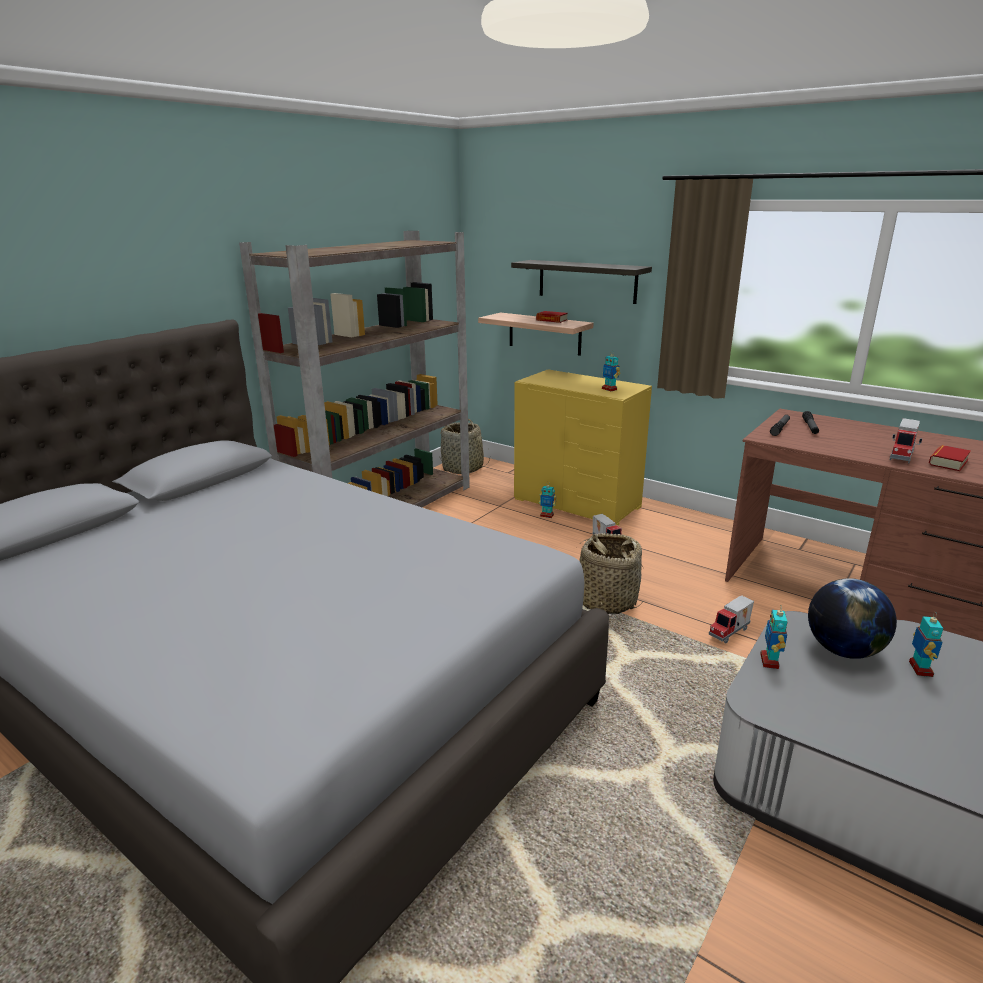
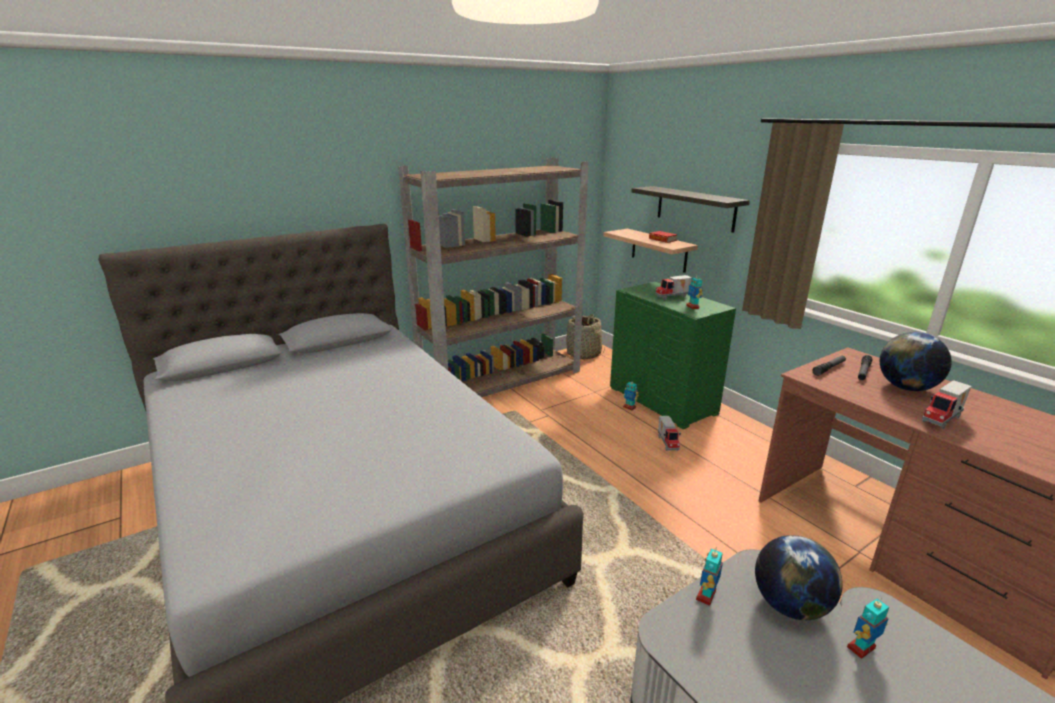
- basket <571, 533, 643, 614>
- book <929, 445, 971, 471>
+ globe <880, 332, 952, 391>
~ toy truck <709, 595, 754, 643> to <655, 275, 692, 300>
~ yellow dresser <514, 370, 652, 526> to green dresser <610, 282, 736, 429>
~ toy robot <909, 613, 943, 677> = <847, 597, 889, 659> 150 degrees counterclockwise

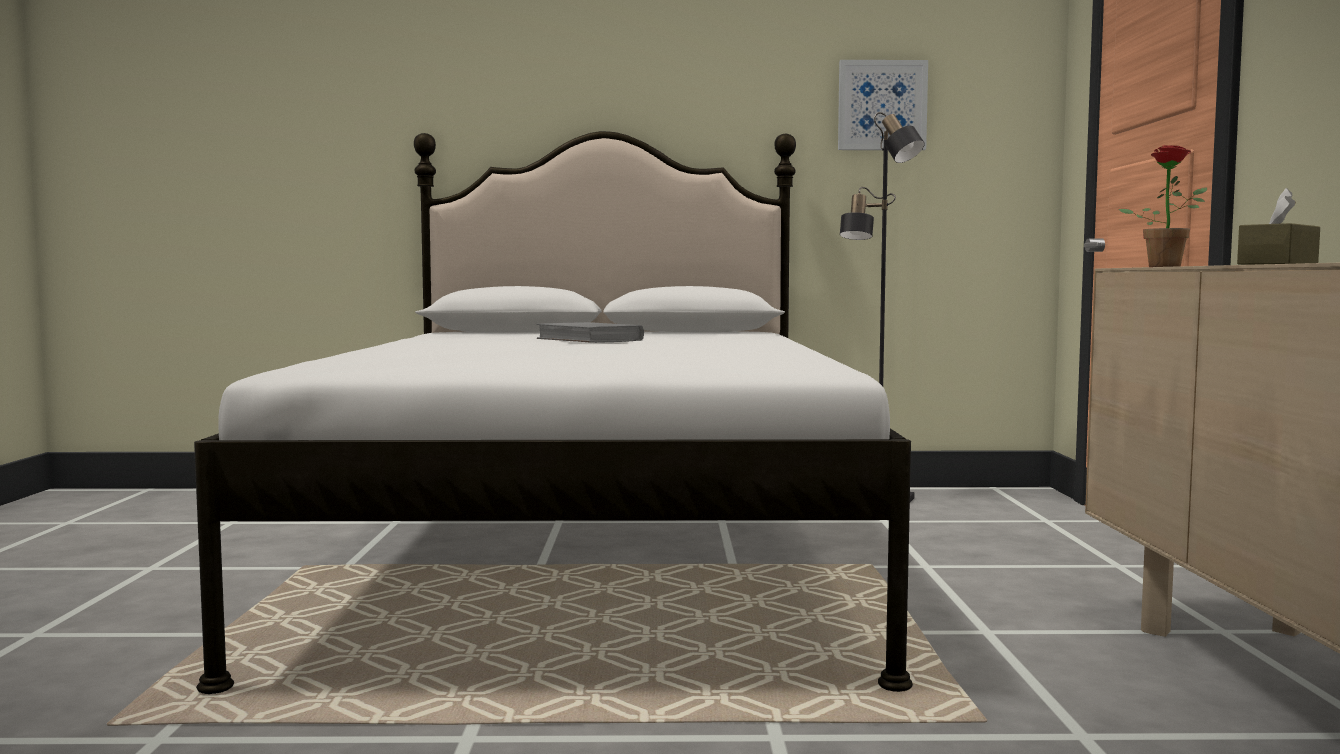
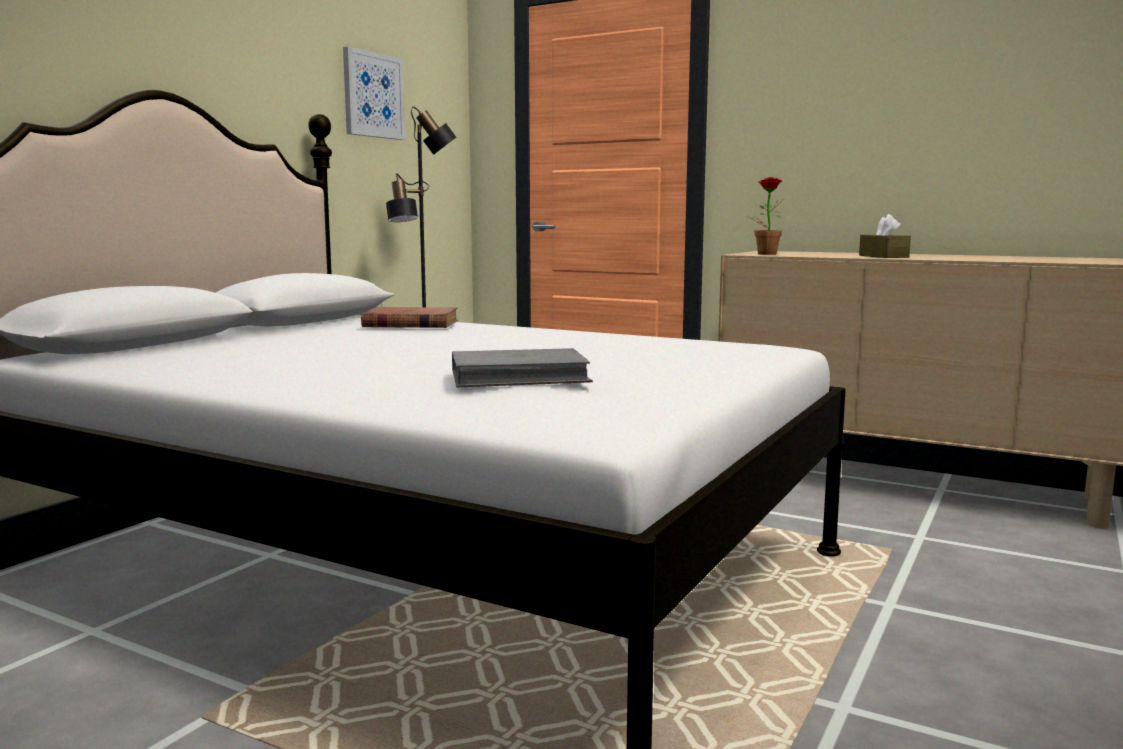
+ brown book <361, 307, 458, 328>
~ grey book <537, 322, 644, 343> to <452, 348, 593, 387>

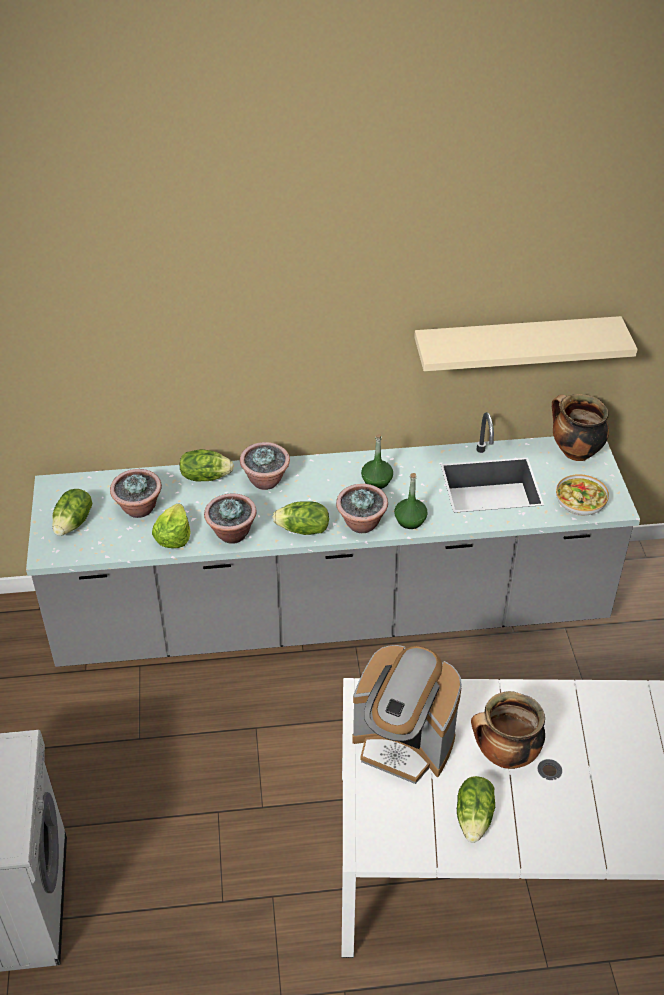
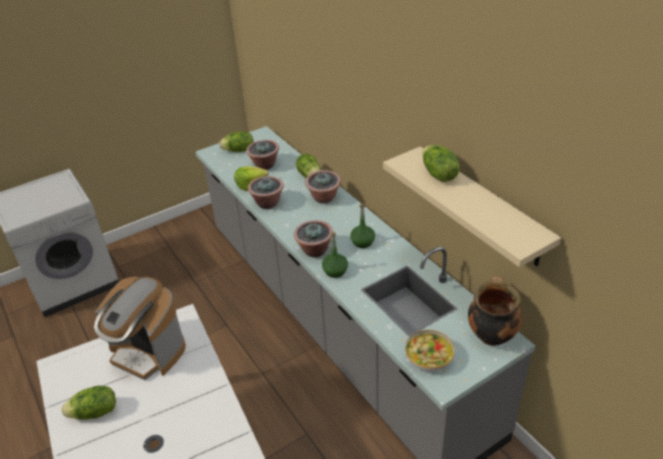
- cooking pot <471, 691, 545, 769>
~ lettuce <273, 501, 329, 535> to <422, 145, 460, 182>
~ coffee machine <352, 645, 462, 784> = <94, 277, 186, 380> 60 degrees counterclockwise

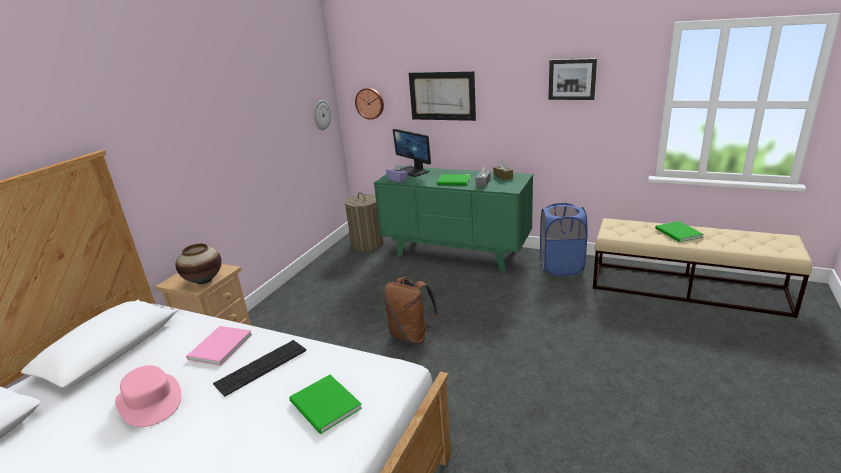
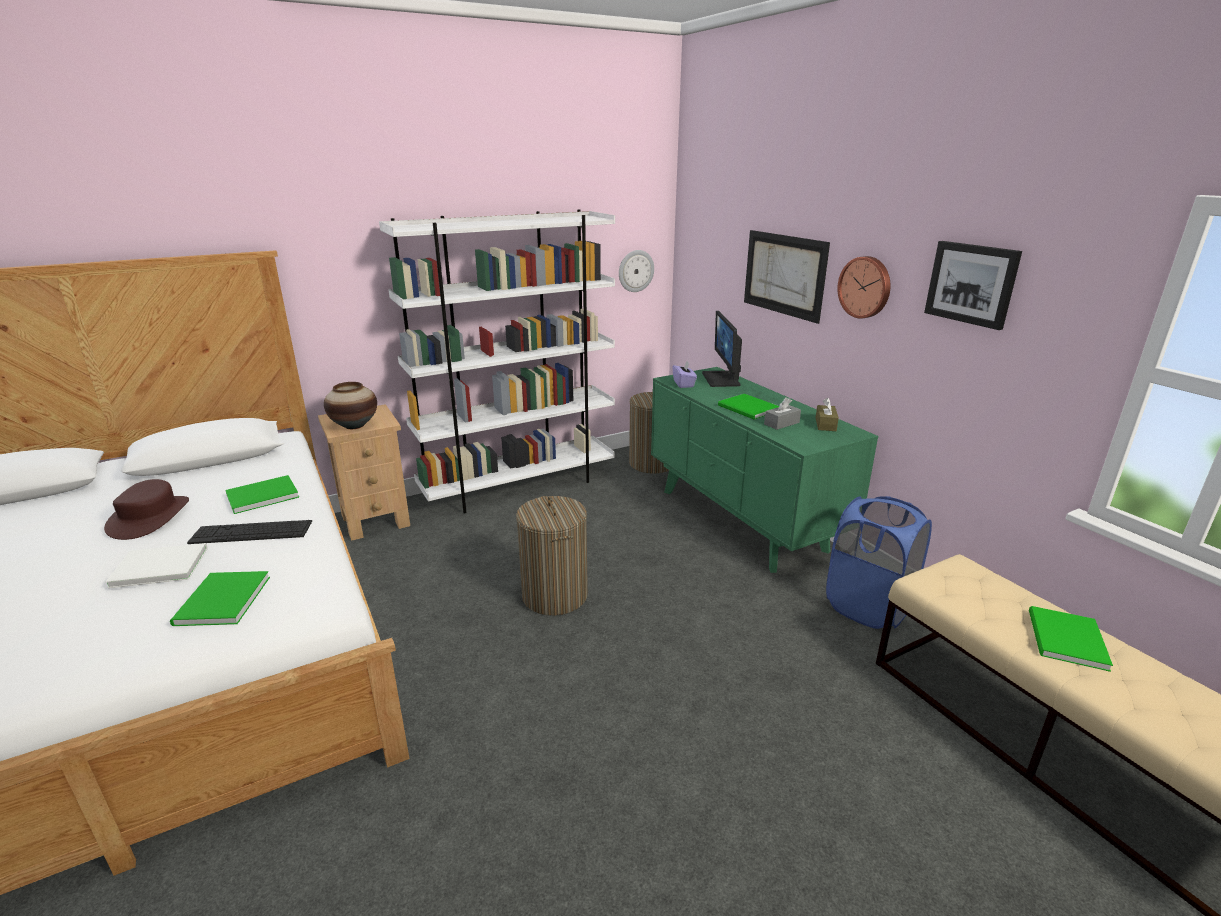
+ white book <105, 543, 207, 588>
+ white bookcase <379, 209, 615, 514>
~ wall clock <355, 88, 384, 120> to <837, 256, 891, 319>
~ brown backpack <384, 277, 439, 344> to laundry basket <516, 496, 588, 616>
~ pink hat <115, 365, 182, 427> to brown hat <104, 479, 189, 540>
~ pink book <186, 326, 252, 366> to green book <226, 475, 299, 514>

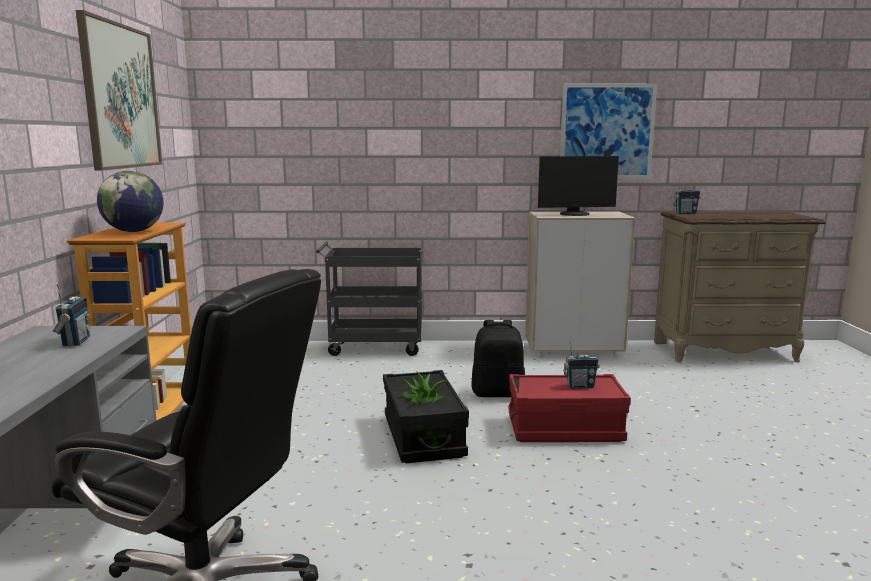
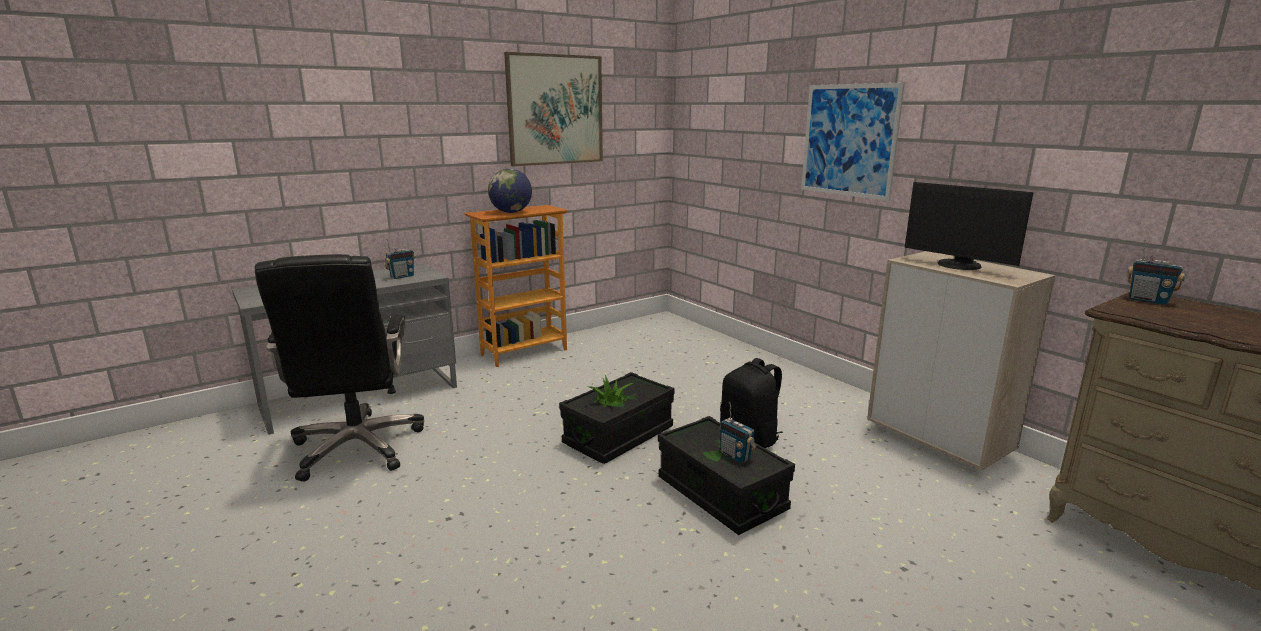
- grey cart <316, 241, 422, 356>
~ picture <560, 84, 657, 179> to <801, 82, 905, 201>
~ red storage box <508, 374, 631, 442> to black storage box <658, 416, 795, 535>

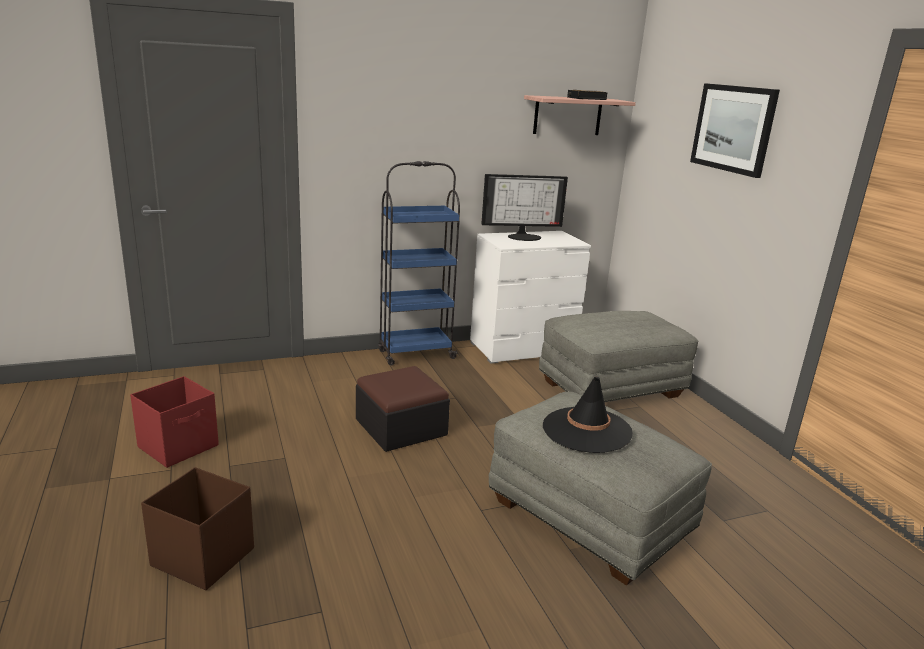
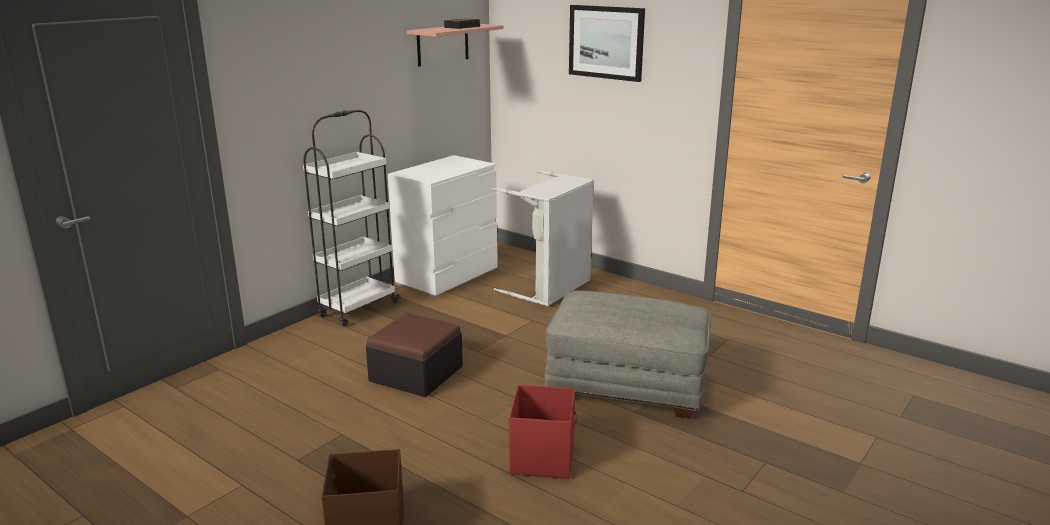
- monitor <481, 174, 568, 241>
- black hat <543, 377, 633, 453>
~ red storage box <130, 376, 219, 468> to <509, 385, 577, 479>
~ grey ottoman <539, 311, 698, 403> to grey laundry basket <492, 171, 594, 307>
~ blue cart <378, 161, 460, 365> to white cart <303, 110, 401, 326>

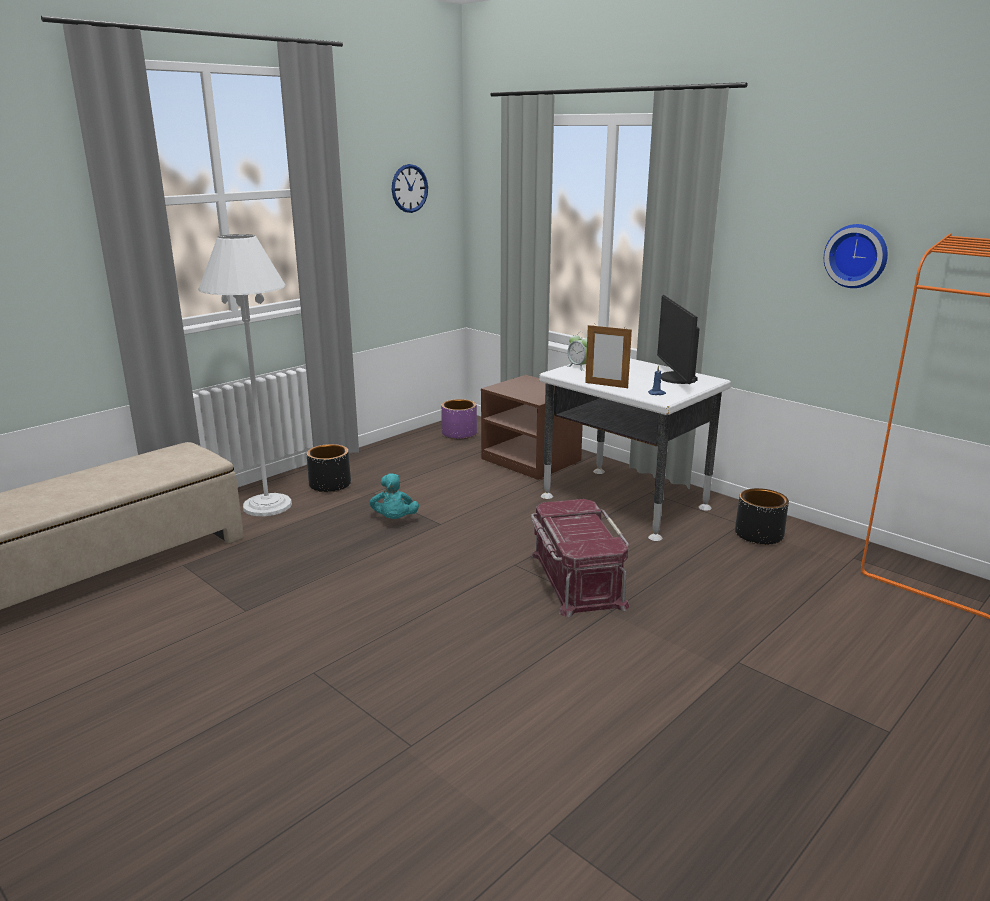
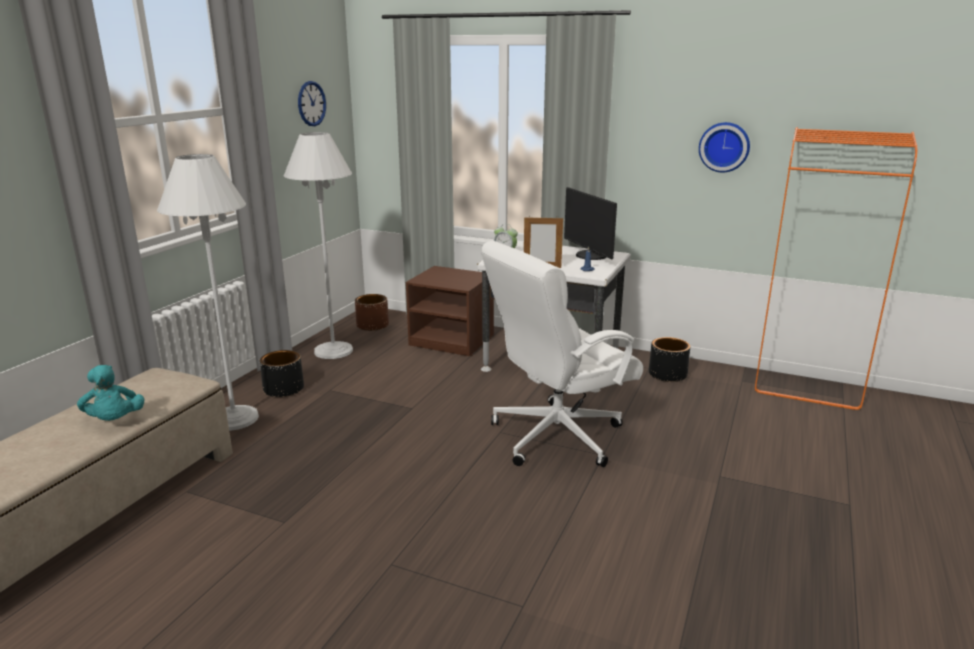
+ white floor lamp <284, 132, 353, 359>
~ turquoise plush toy <369, 473, 419, 519> to <77, 365, 145, 421>
~ red storage box <531, 499, 629, 617> to white office chair <481, 241, 643, 467>
~ purple planter <441, 399, 477, 439> to brown planter <355, 294, 389, 331>

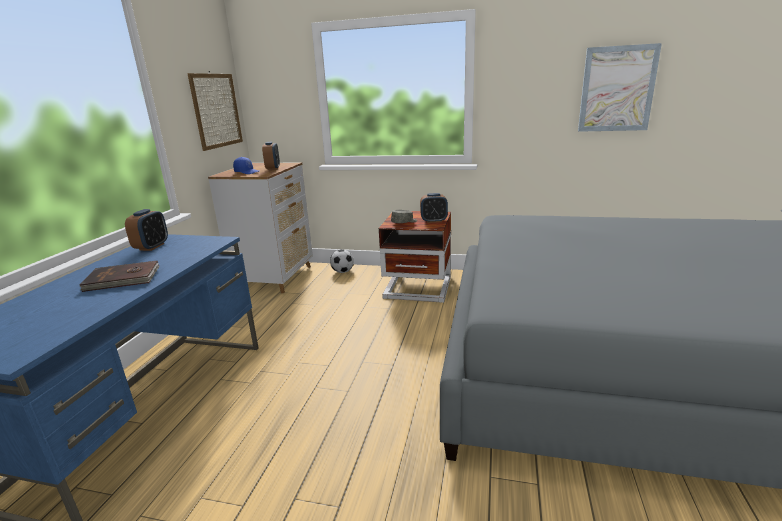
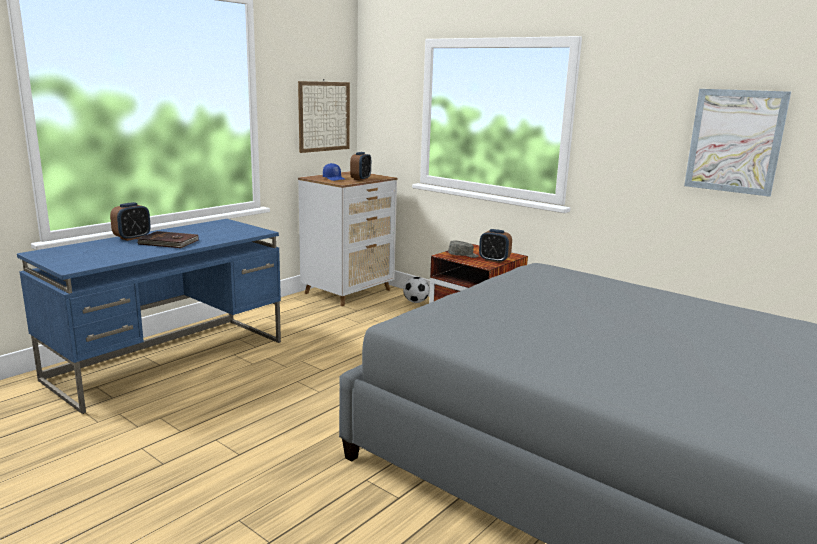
~ alarm clock <125, 209, 168, 251> to <110, 202, 151, 241>

